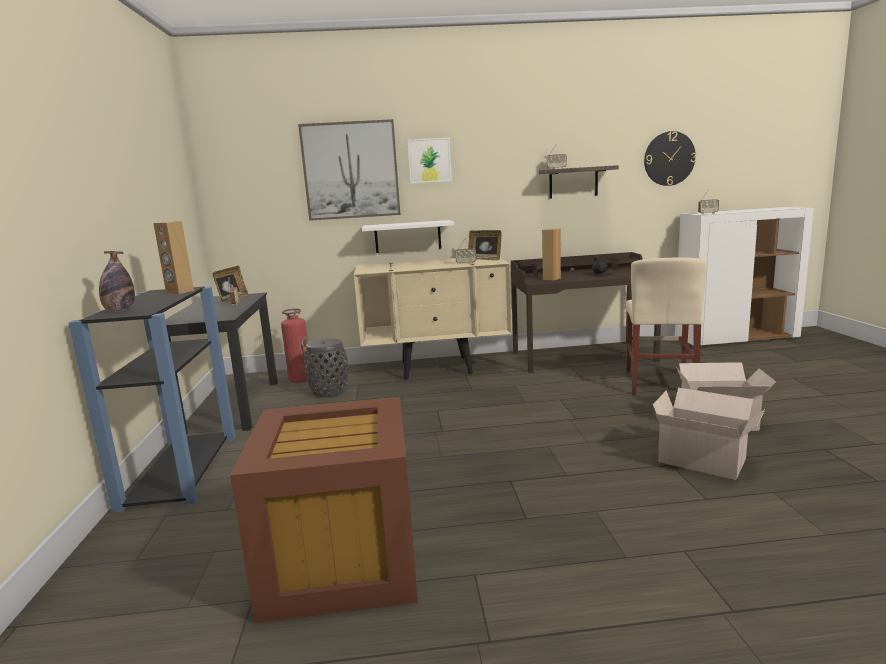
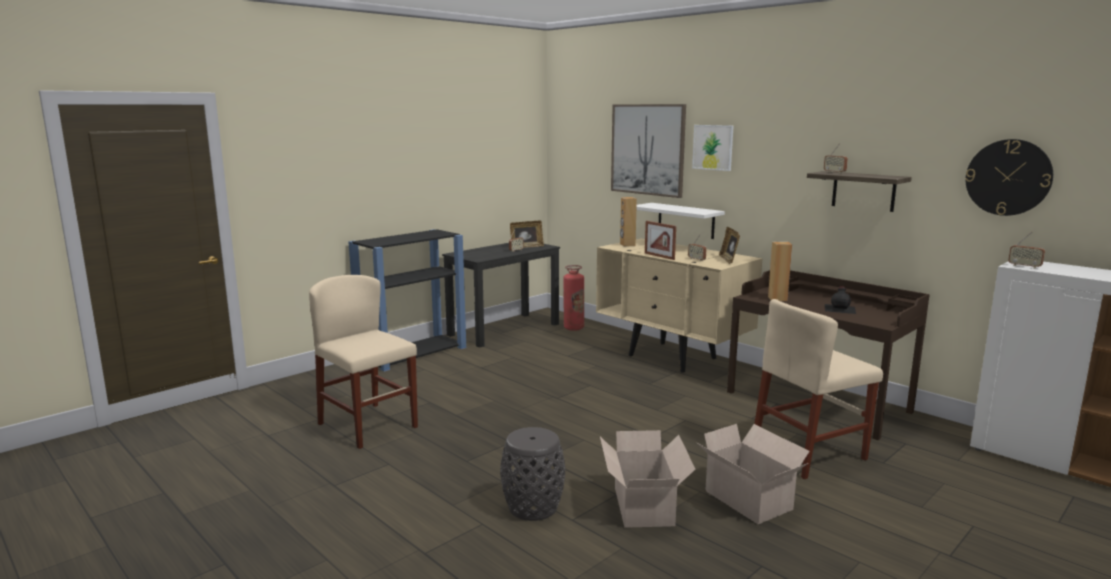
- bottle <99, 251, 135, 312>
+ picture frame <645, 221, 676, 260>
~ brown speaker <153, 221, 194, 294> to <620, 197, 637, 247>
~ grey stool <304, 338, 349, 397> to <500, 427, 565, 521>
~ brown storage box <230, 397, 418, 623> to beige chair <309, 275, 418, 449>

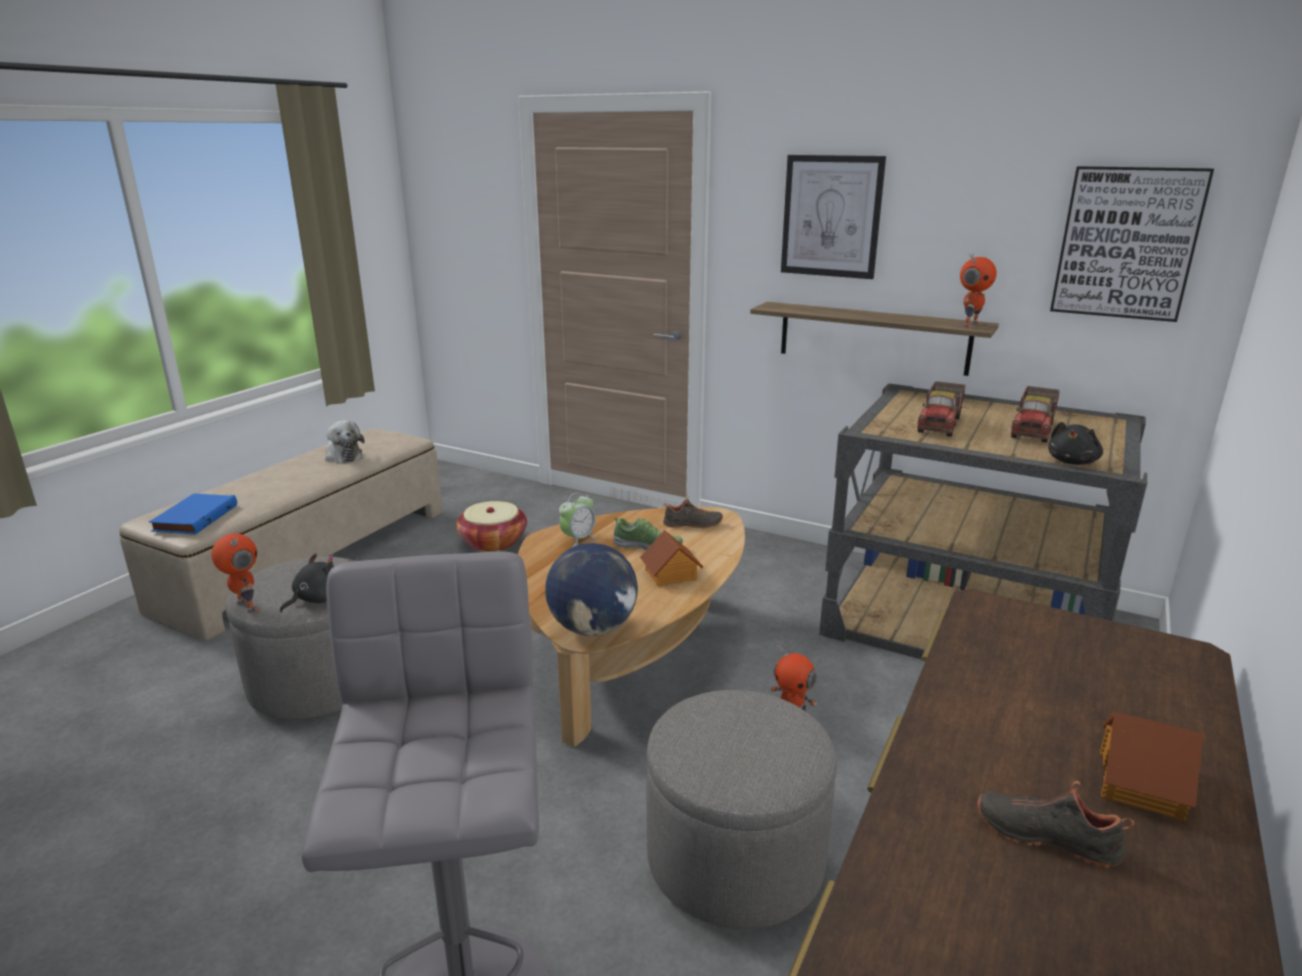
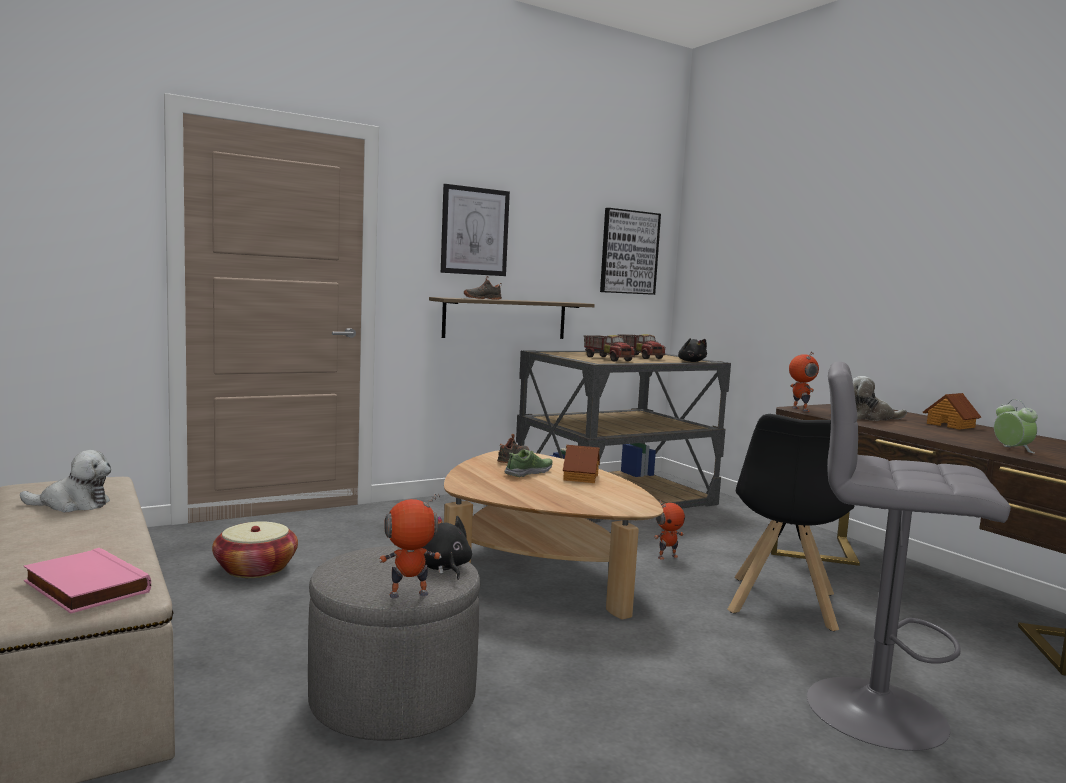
- globe <545, 543, 638, 636>
+ plush toy <852, 376, 907, 421>
~ alarm clock <559, 492, 597, 548> to <994, 400, 1038, 453>
~ toy robot <960, 253, 997, 328> to <789, 351, 819, 412>
~ black shoe <977, 781, 1135, 868> to <464, 276, 502, 300>
~ grey ottoman <646, 690, 837, 929> to black chair <727, 414, 855, 631>
~ blue book <149, 493, 237, 535> to pink book <24, 548, 151, 614>

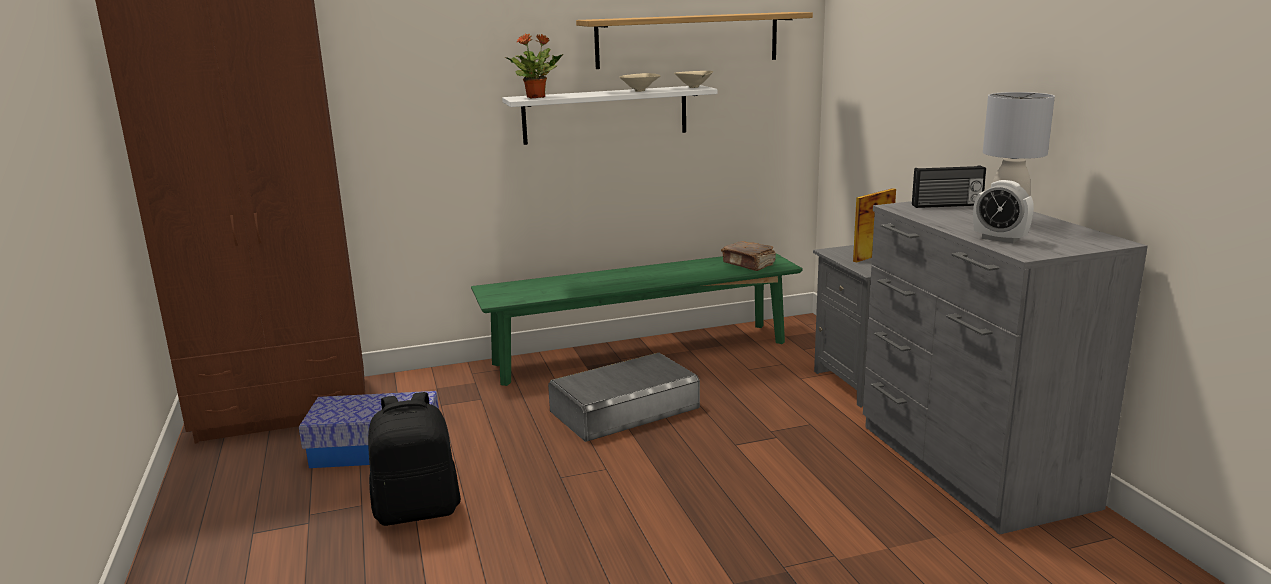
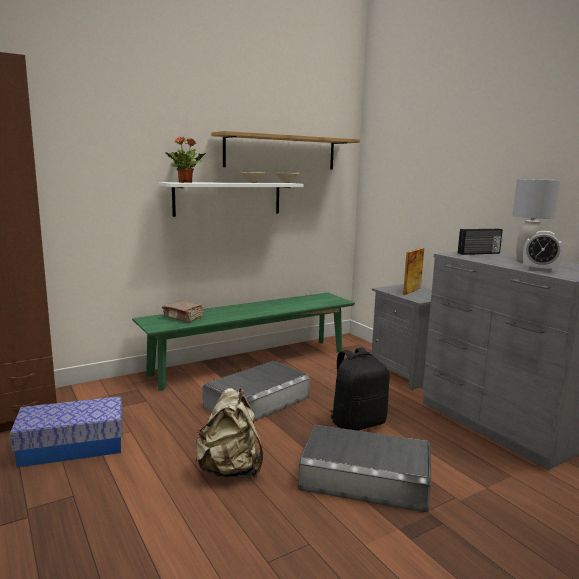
+ beige backpack <195, 388, 263, 477>
+ grey storage box <298, 425, 431, 512>
~ black backpack <368, 392, 461, 526> to <331, 348, 390, 431>
~ brown book <721, 241, 776, 271> to <162, 300, 204, 323>

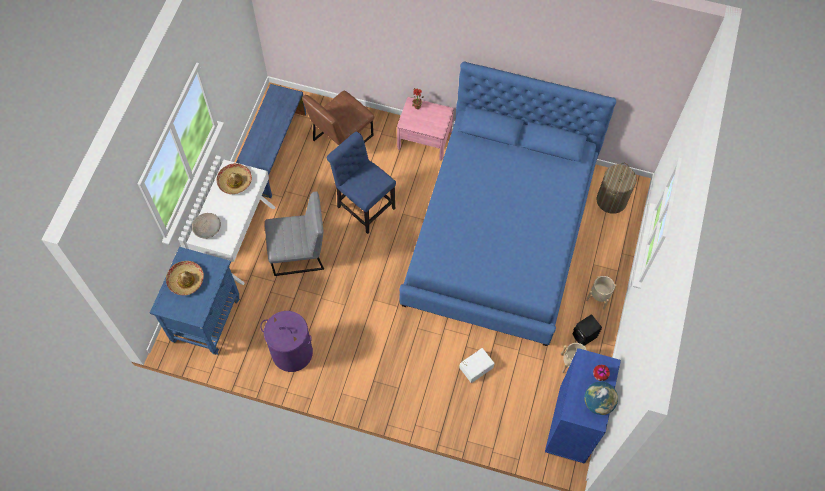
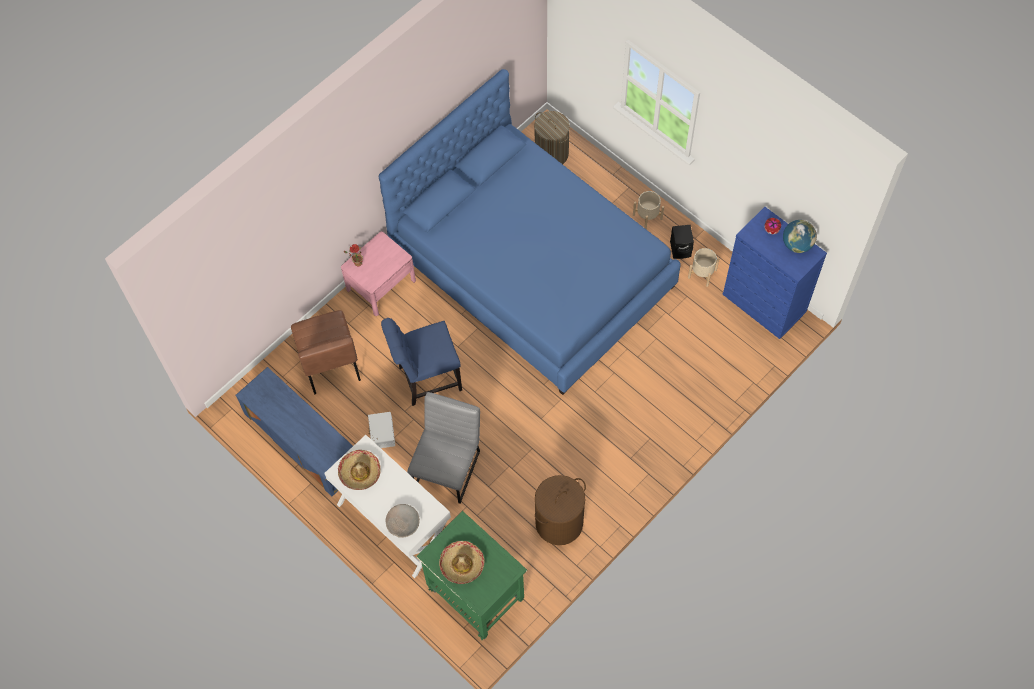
~ white storage box <459, 348, 495, 383> to <368, 412, 395, 448>
~ blue cart <150, 247, 240, 355> to green cart <416, 511, 527, 640>
~ purple laundry basket <260, 311, 313, 372> to brown laundry basket <535, 475, 586, 545>

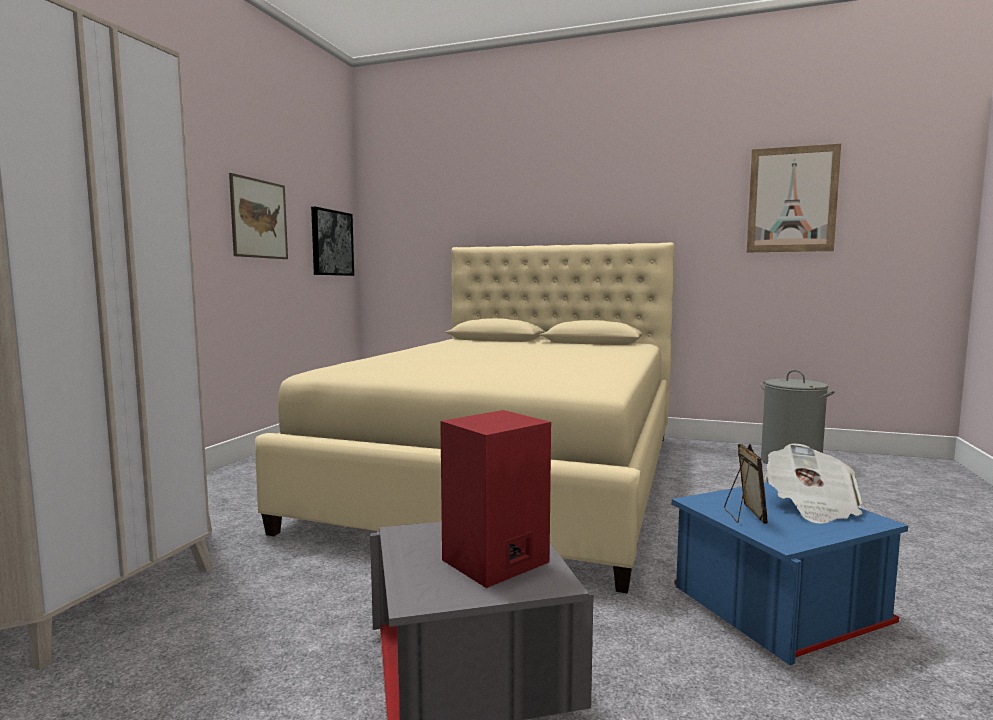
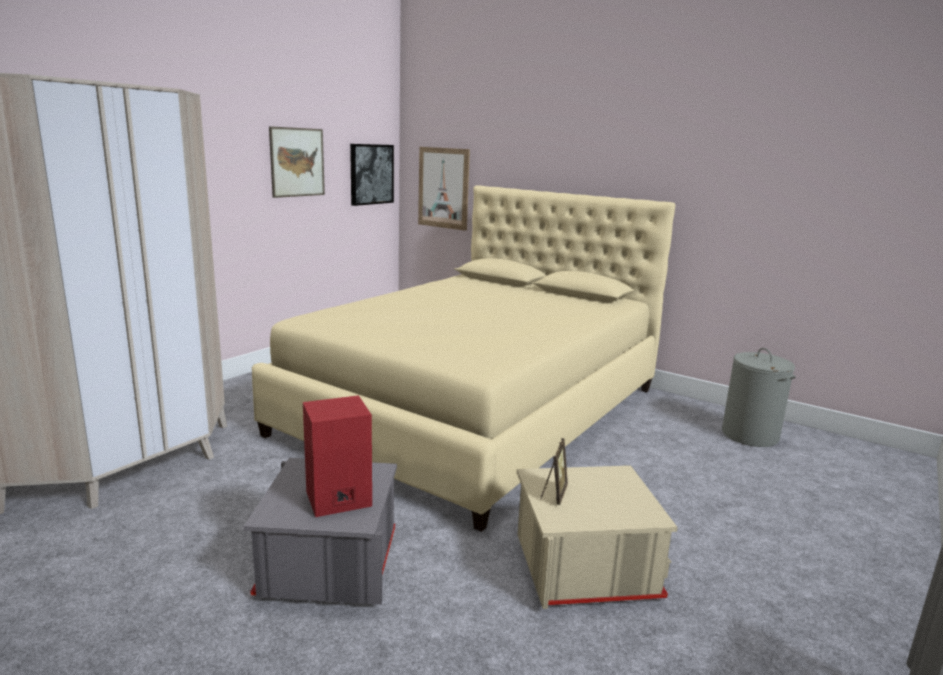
- newspaper <765, 443, 862, 523>
~ picture <747, 144, 841, 252> to <418, 147, 470, 231>
~ blue storage box <671, 482, 908, 665> to beige storage box <517, 465, 678, 609>

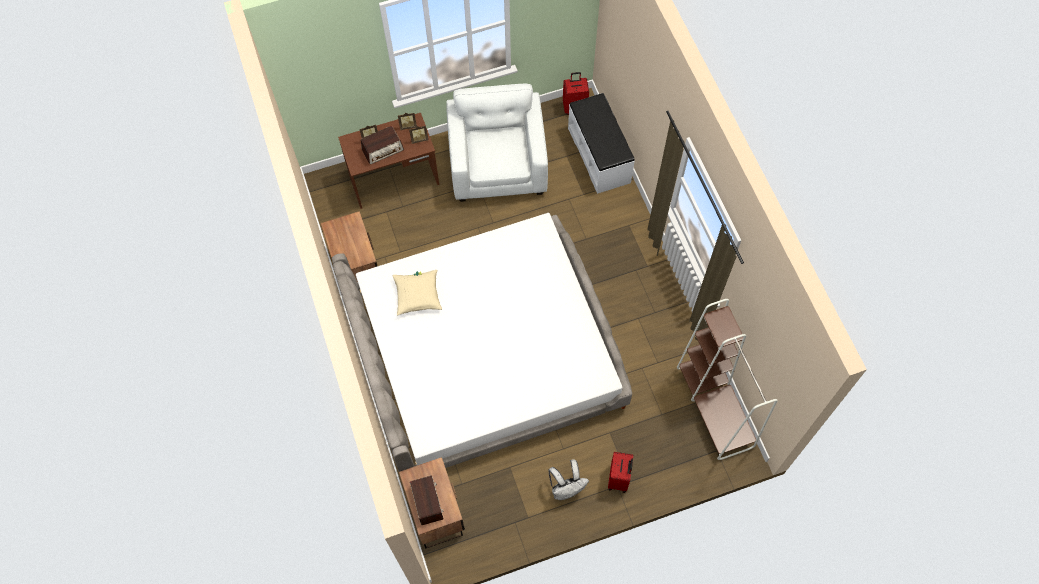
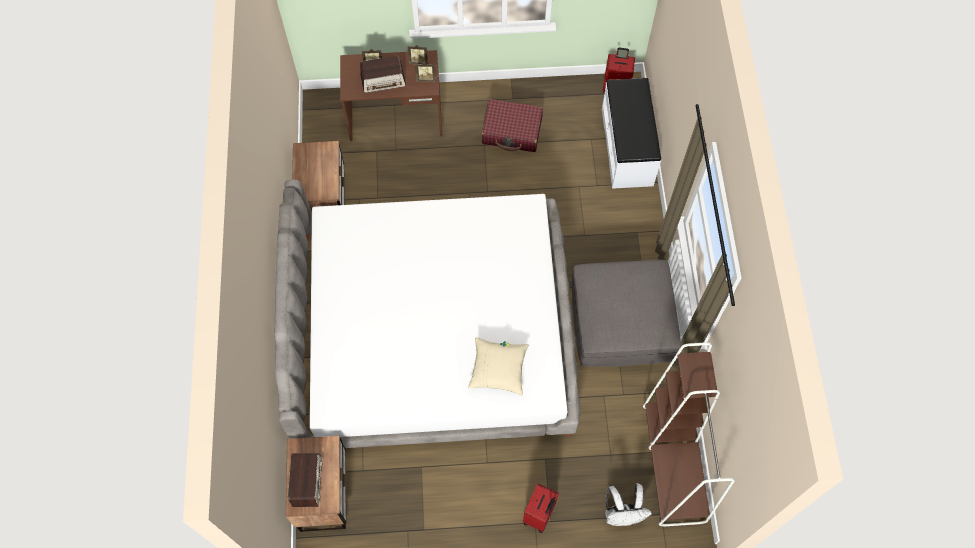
+ grey ottoman <571, 260, 681, 367>
~ beige pillow <393, 270, 442, 315> to <468, 337, 529, 395>
~ white backpack <548, 459, 589, 500> to <606, 483, 652, 526>
~ white armchair <446, 84, 548, 202> to red suitcase <481, 99, 543, 152>

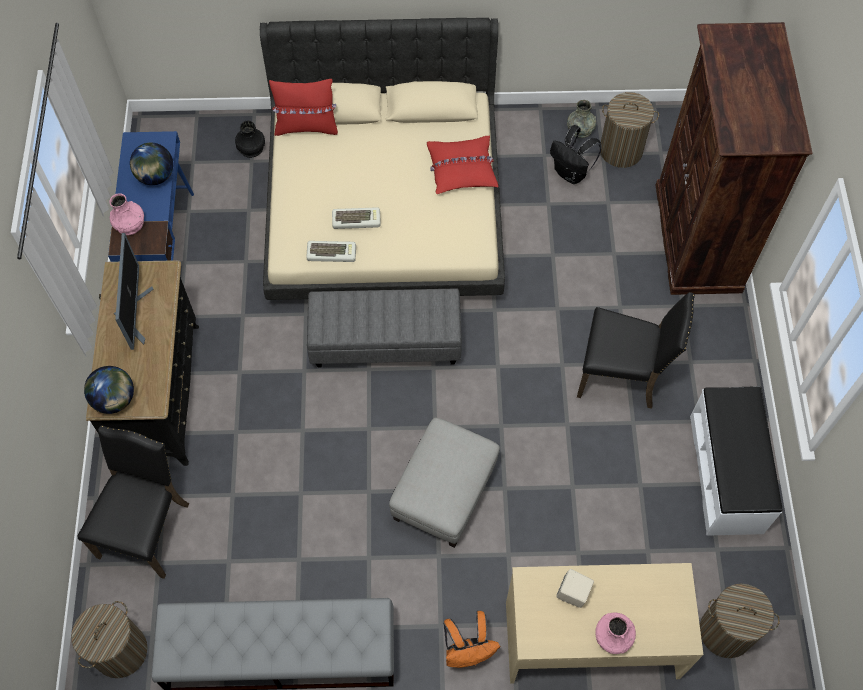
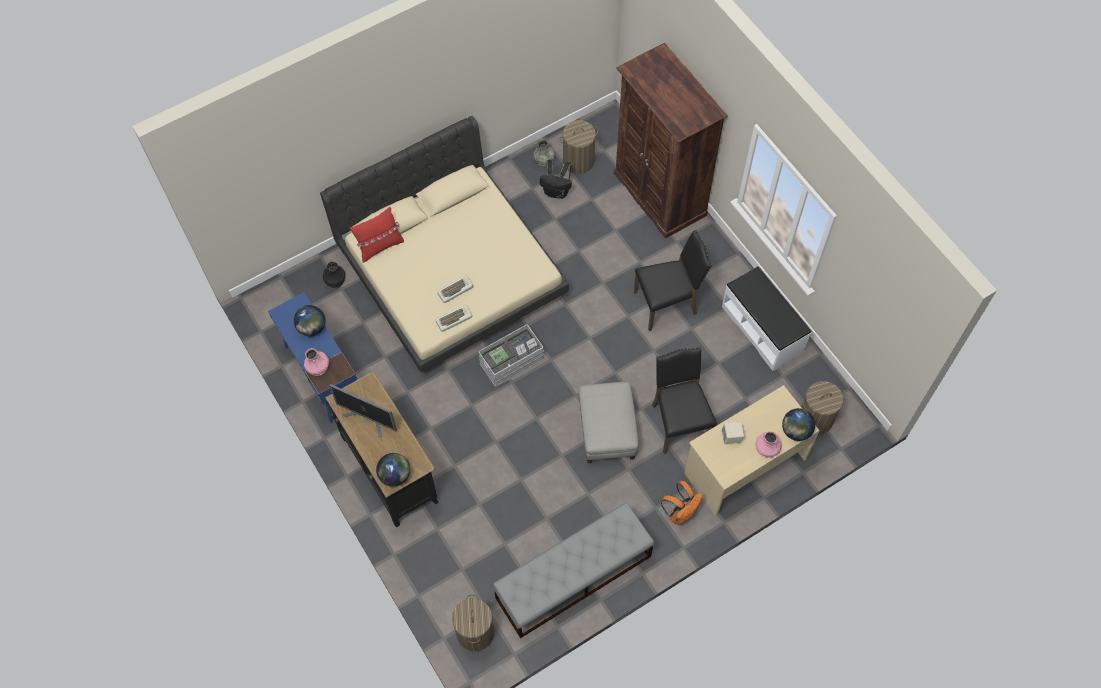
- red pillow <427, 136, 499, 194>
+ globe <782, 408, 815, 441>
~ black chair <78, 425, 189, 579> to <652, 347, 717, 454>
~ grey ottoman <307, 289, 462, 368> to grey storage box <479, 324, 544, 386>
~ monitor <114, 233, 153, 350> = <329, 384, 397, 437> 150 degrees clockwise

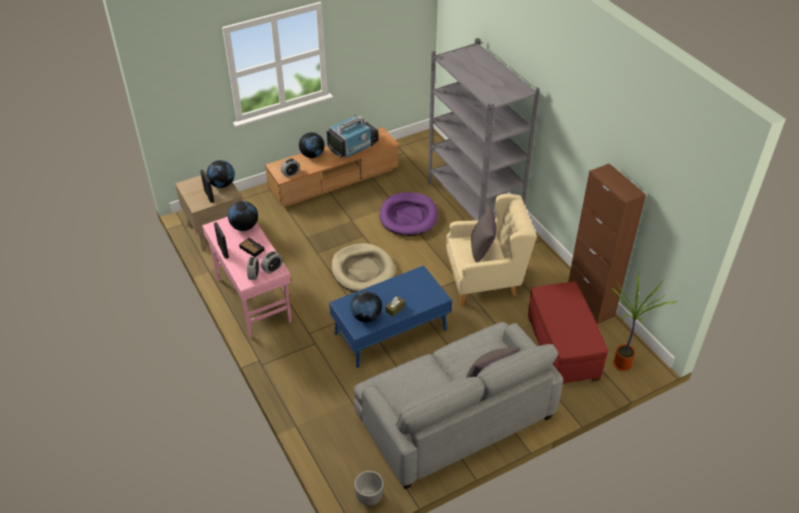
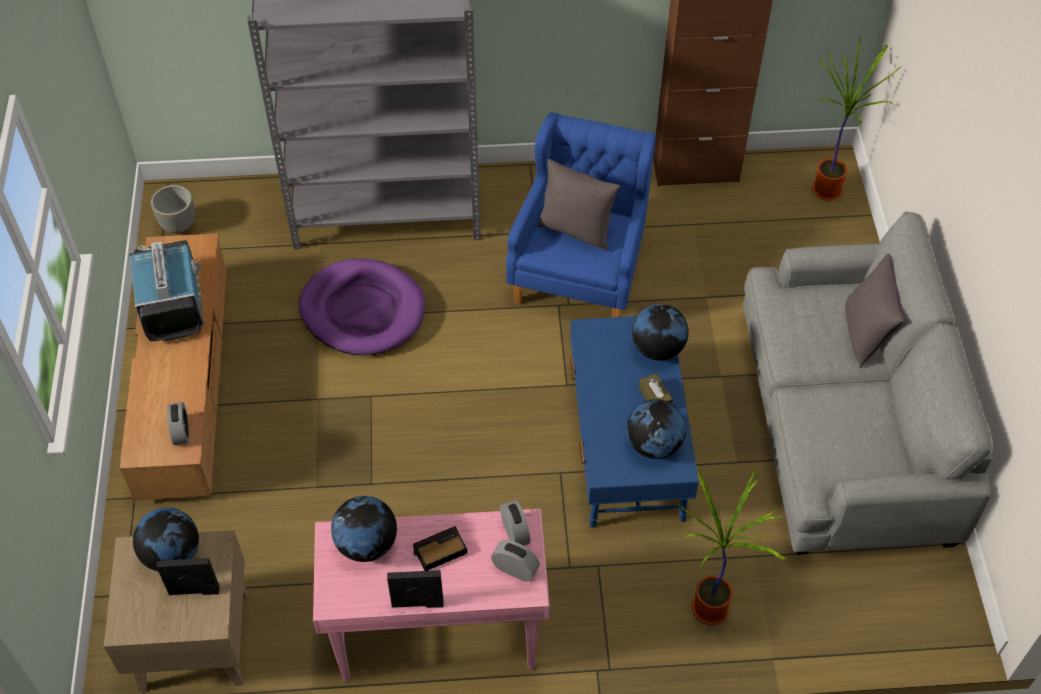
- beige dog bed <331, 243, 396, 292>
- red ottoman <528, 282, 608, 386>
+ potted plant <679, 468, 787, 625>
~ globe <299, 132, 325, 158> to <632, 304, 689, 361>
~ planter <354, 471, 384, 506> to <151, 185, 195, 233>
~ beige armchair <446, 194, 537, 306> to blue armchair <506, 112, 656, 317>

